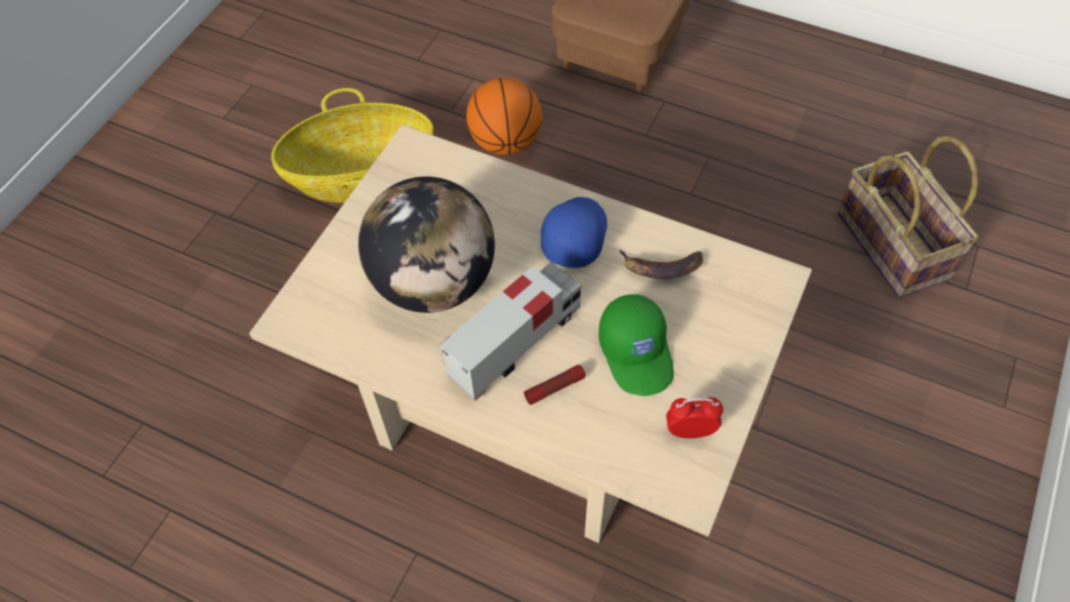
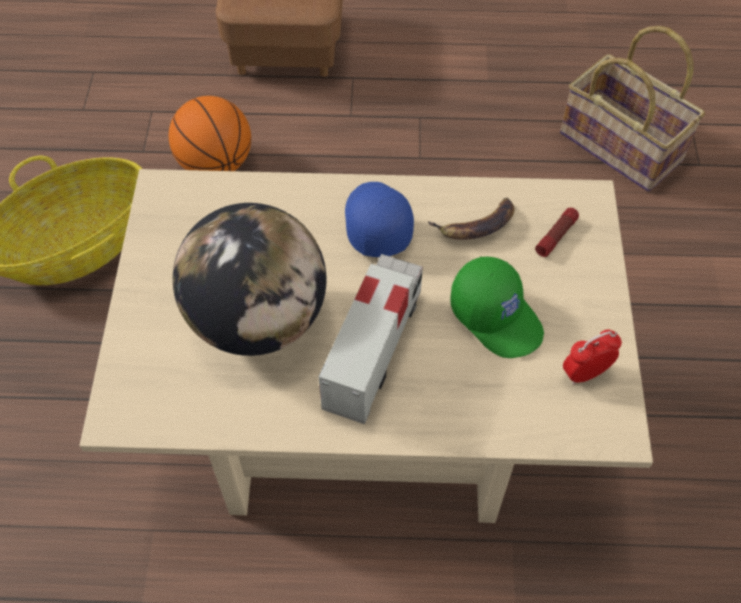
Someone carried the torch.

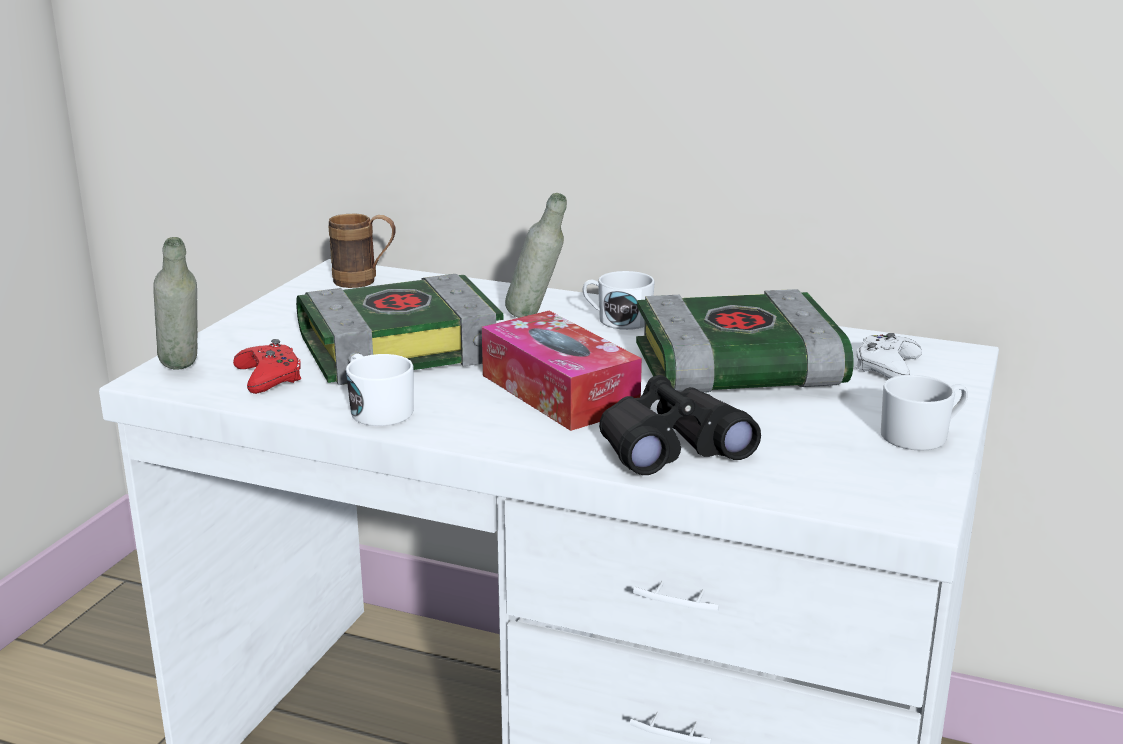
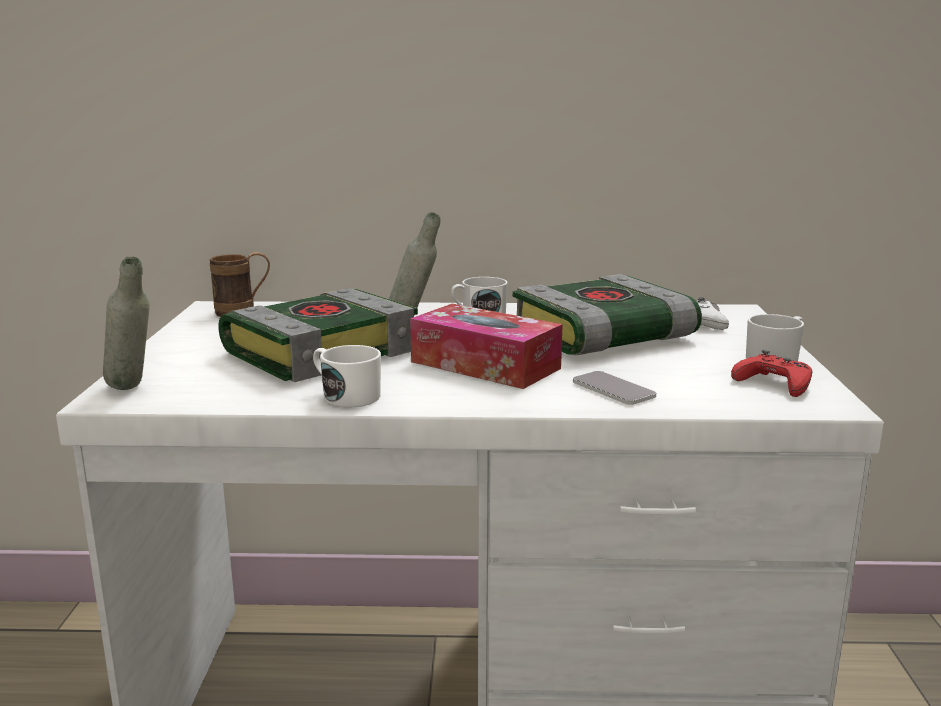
Someone carried the joypad (red-coloured). Someone swapped the pair of binoculars (blackish) for the handset.

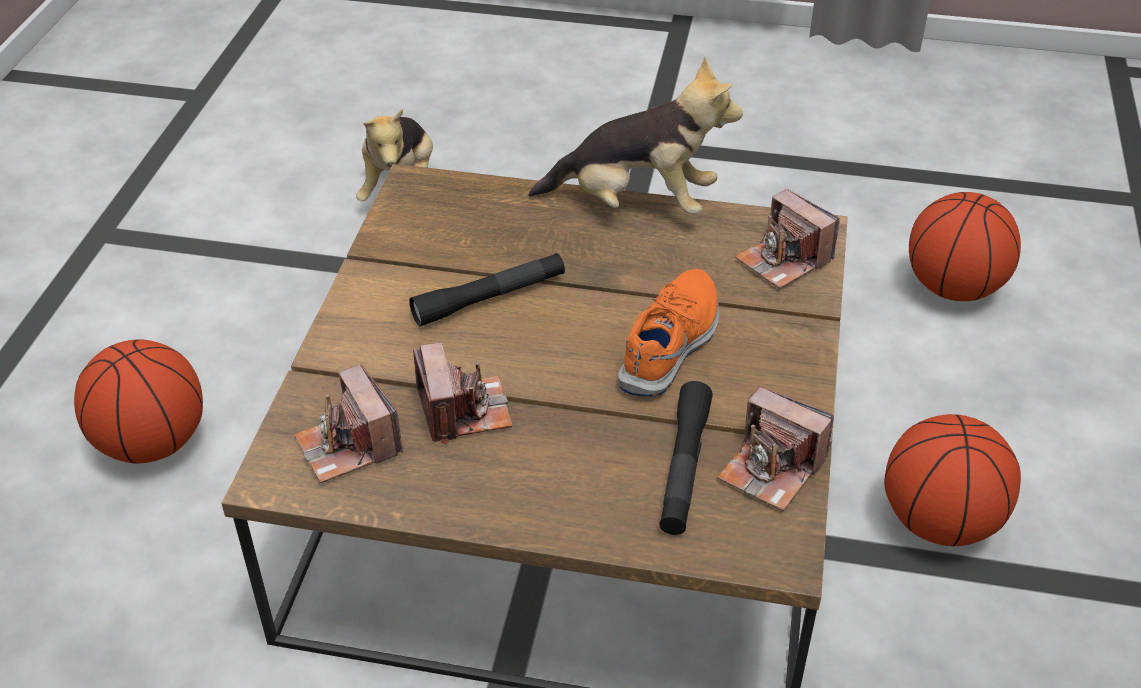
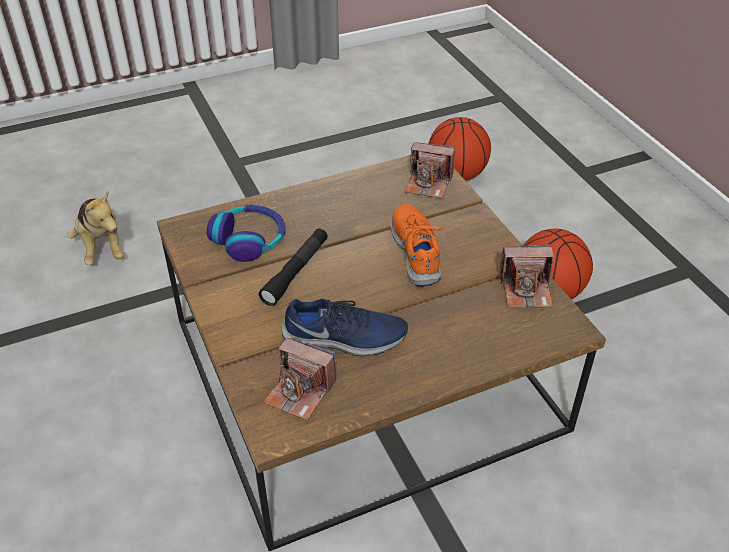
Someone took away the cuddly toy (2nd from left). Someone took away the basketball ball (1st from left). Someone swapped the photo camera (2nd from left) for the item of footwear (blue-coloured). Someone took away the torch (blackish) (2nd from left). Someone put down the pair of headphones.

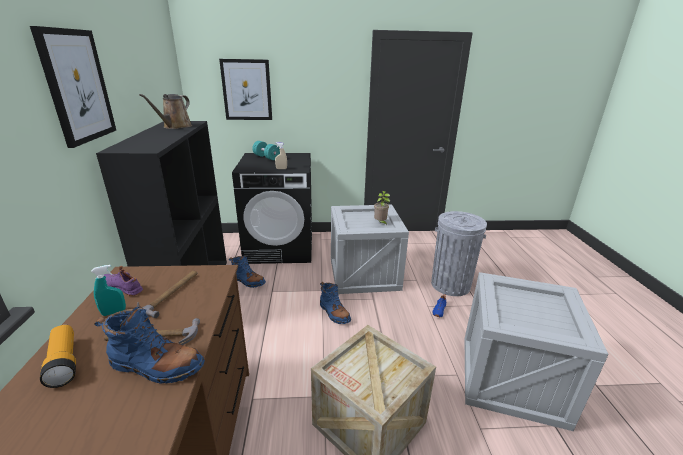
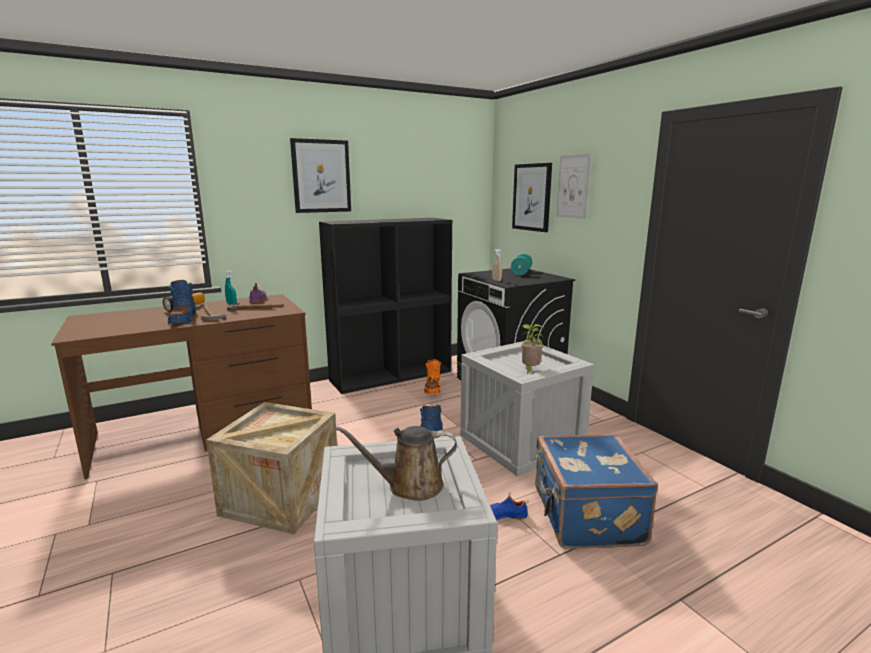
Someone carried the sprinkling can (brown-coloured). Someone swapped the trash can (greyish) for the piece of luggage (blue-coloured). Someone repainted the boot (blue-coloured) (2nd from left), which became the boot (orange). Someone put up the wall picture (3rd from left).

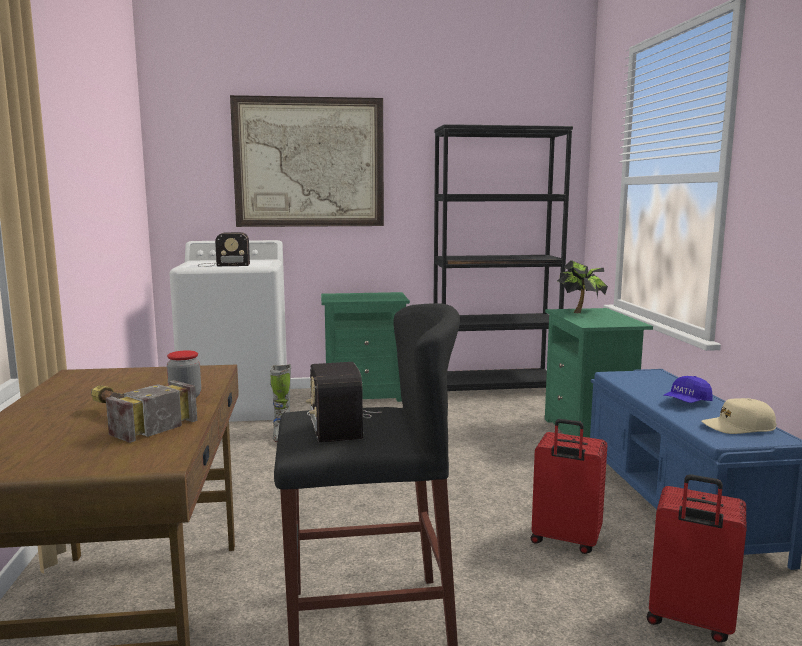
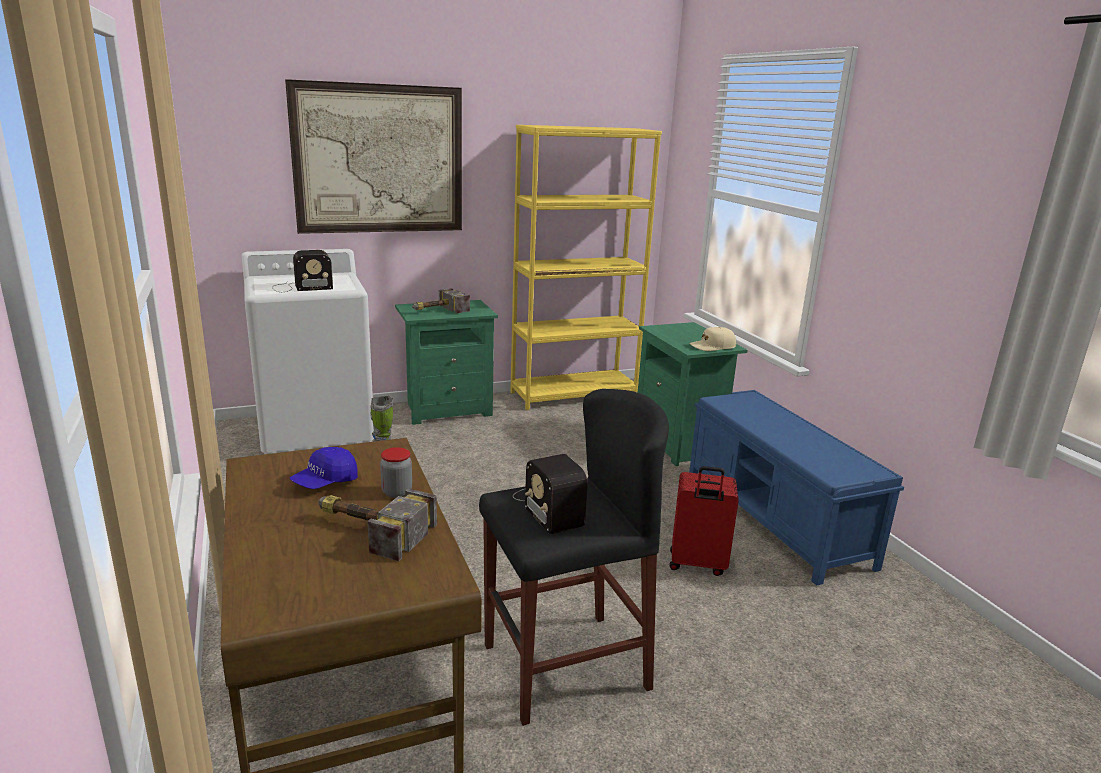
Someone repainted the bookshelf (blackish), which became the bookshelf (yellow). Someone took away the potted plant. Someone carried the peaked cap (blue-coloured). Someone carried the peaked cap (sand-coloured). Someone took away the piece of luggage (red-coloured) (2nd from left). Someone put down the hand hammer (2nd from left).

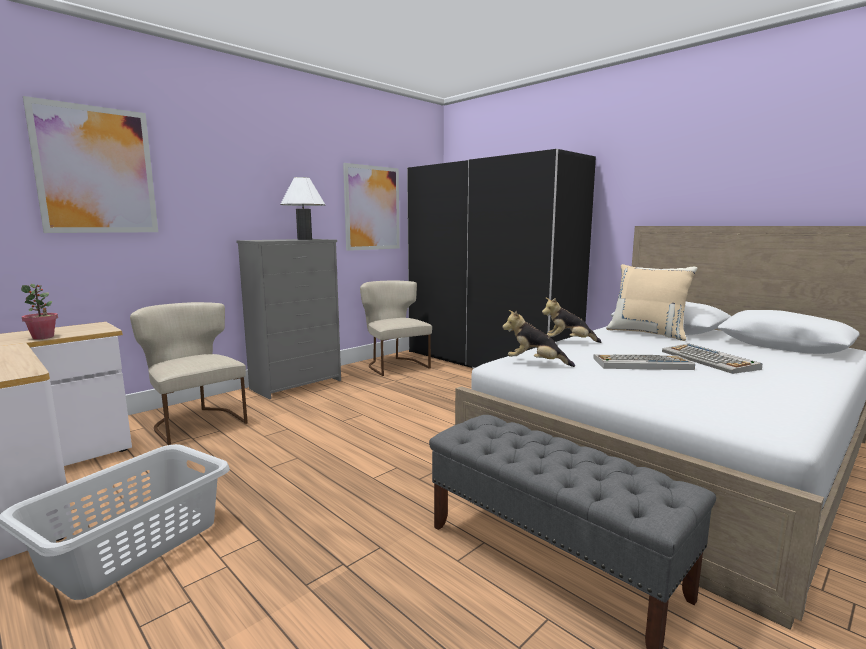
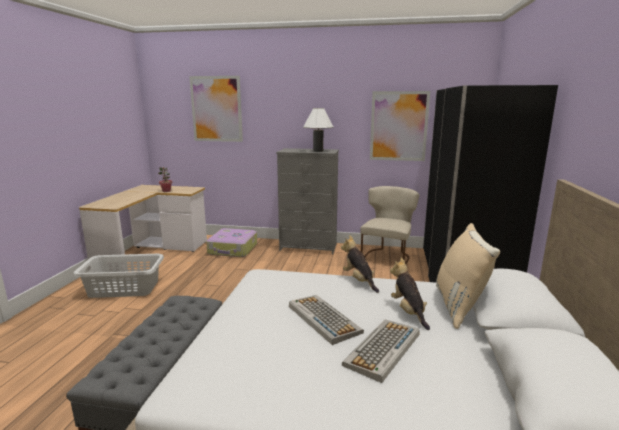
Someone swapped the plain chair (sand-coloured) (1st from left) for the piece of luggage. Someone carried the cuddly toy (1st from left in the first image).

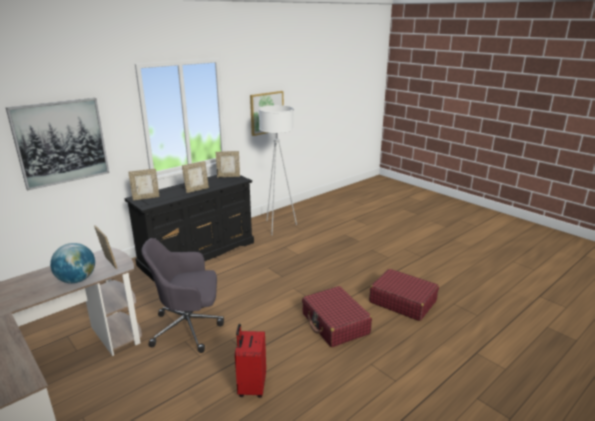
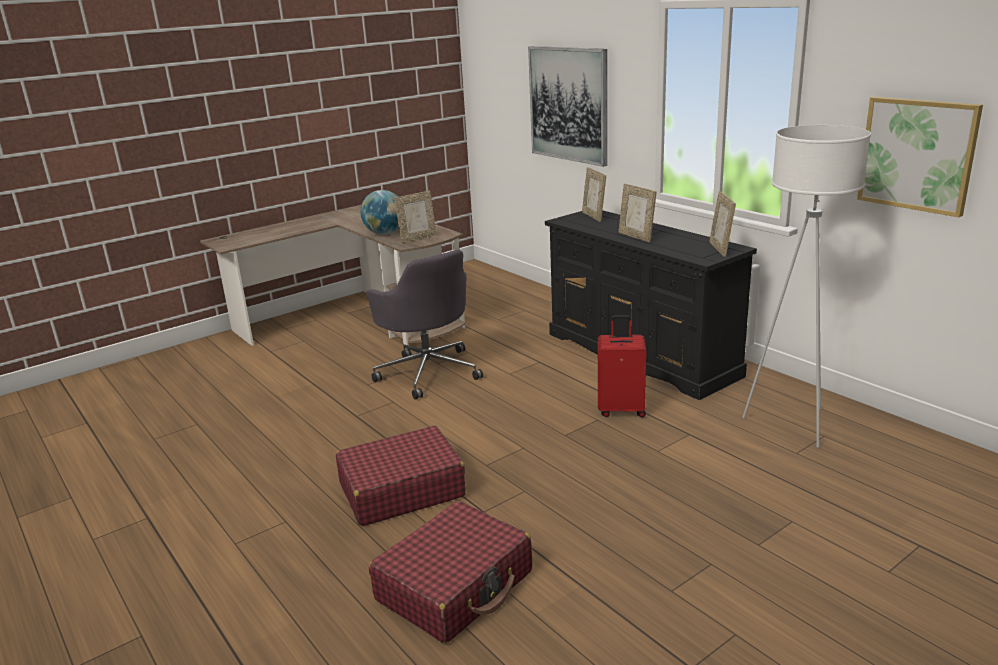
Someone rotated the desk chair (greyish) by 150 degrees clockwise. Someone carried the piece of luggage (red-coloured) (1st from left in the first image).

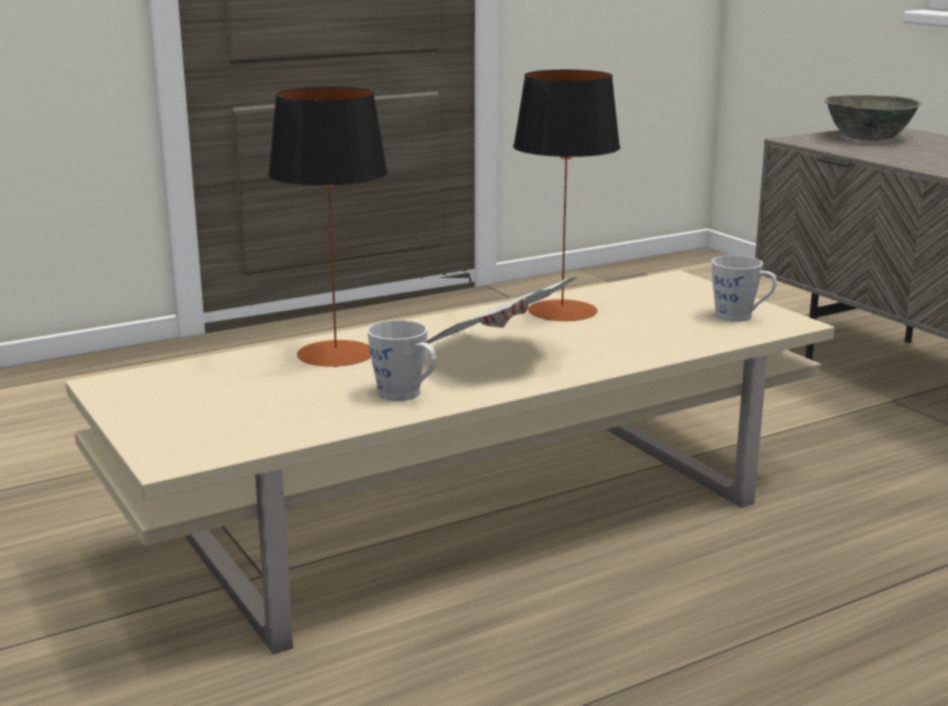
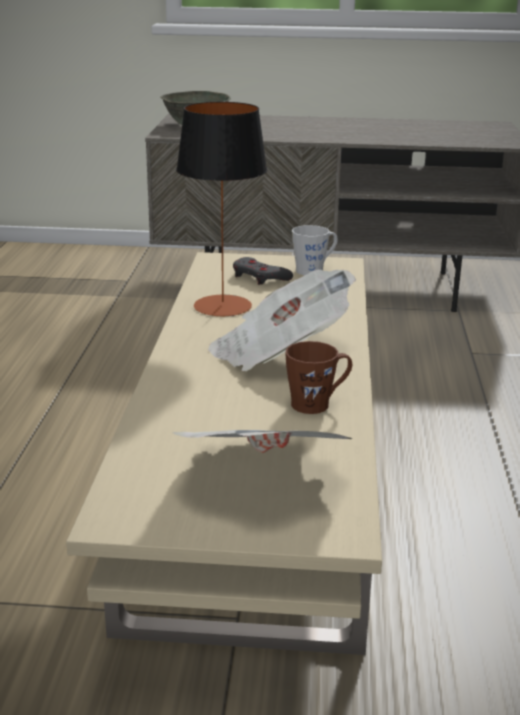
Someone took away the tabletop lamp (1st from left). Someone repainted the tea mug (greyish) (1st from left), which became the tea mug (brown-coloured). Someone put down the joypad (greyish). Someone put down the newspaper (1st from left).

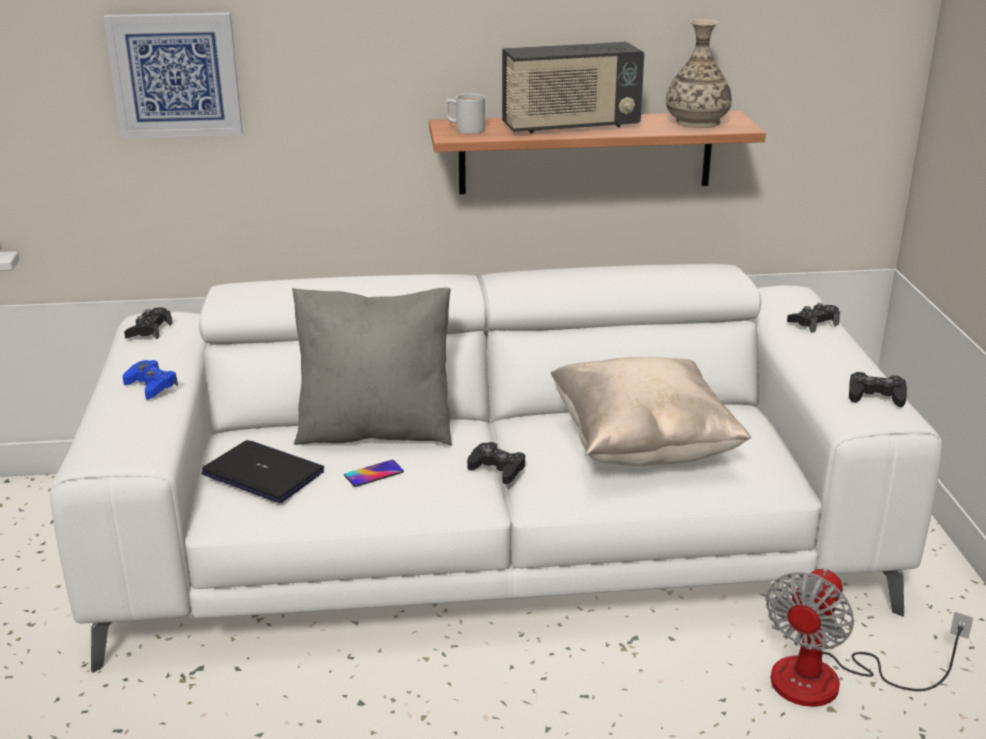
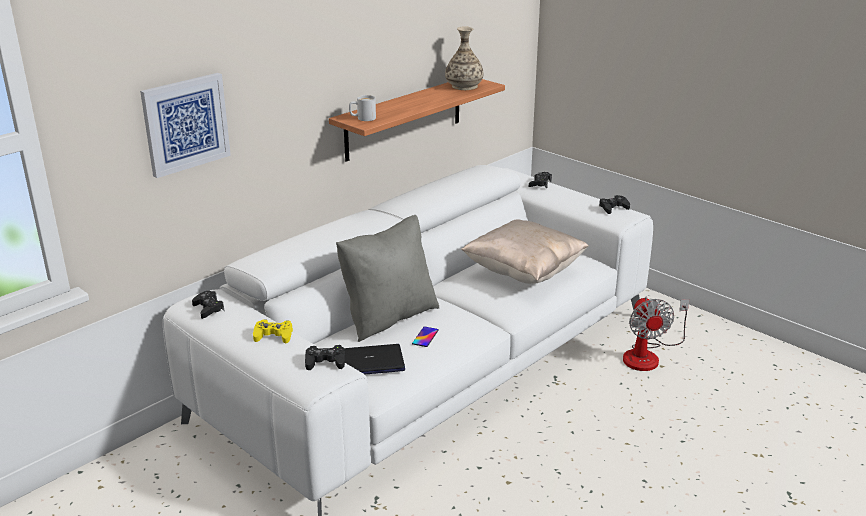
Someone took away the radio set. Someone repainted the joypad (blue-coloured), which became the joypad (yellow). Someone carried the joypad (blackish) (2nd from left).

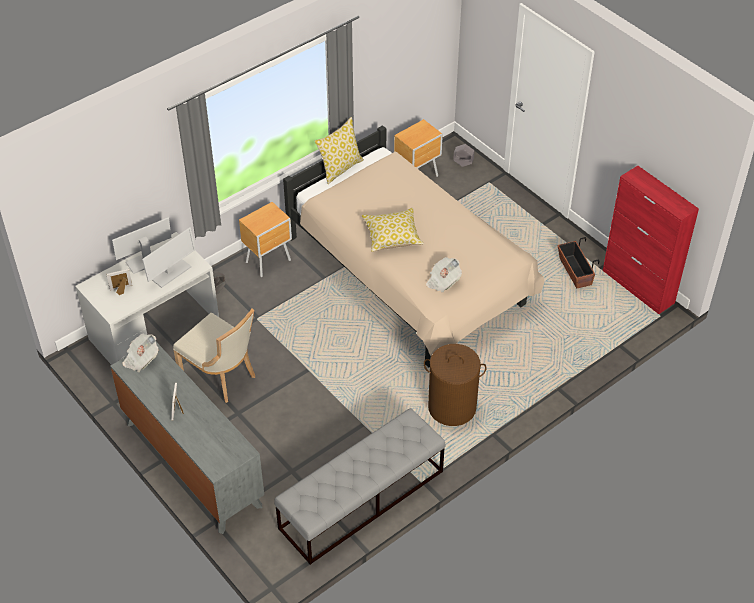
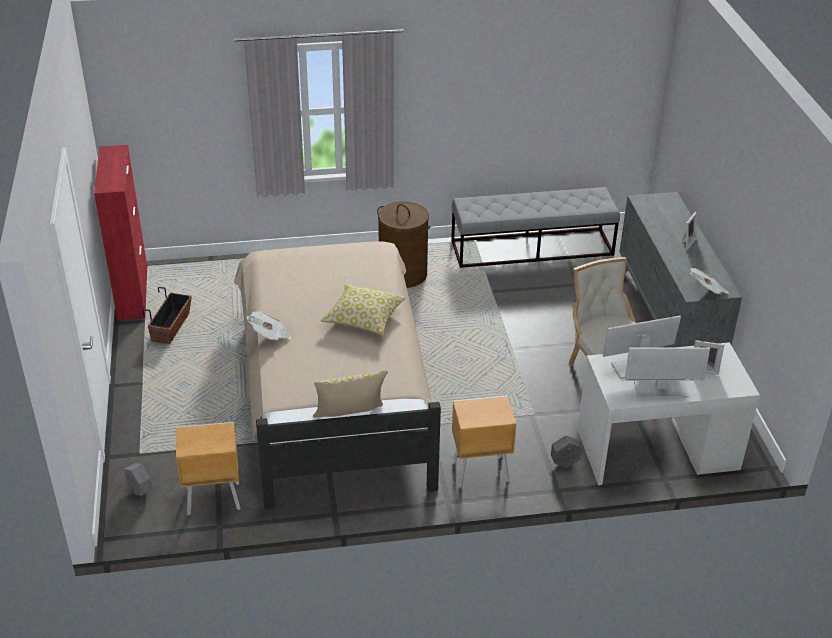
Someone carried the newspaper (2nd from left in the first image).

